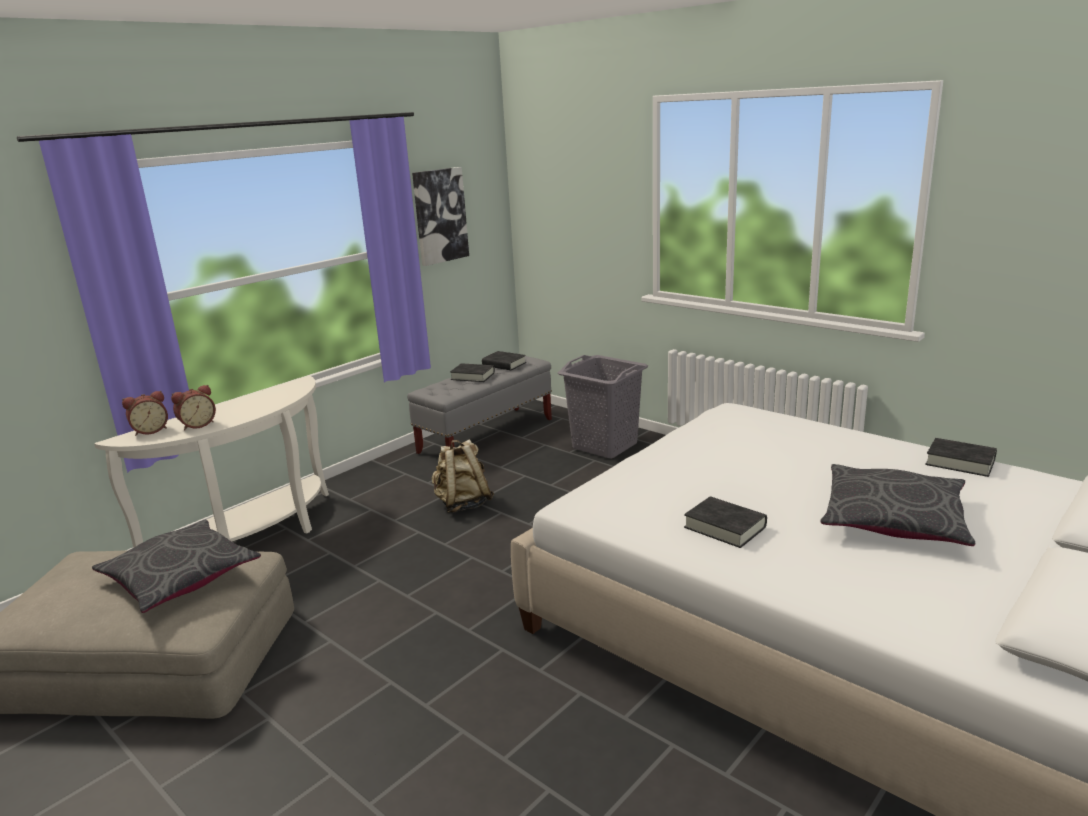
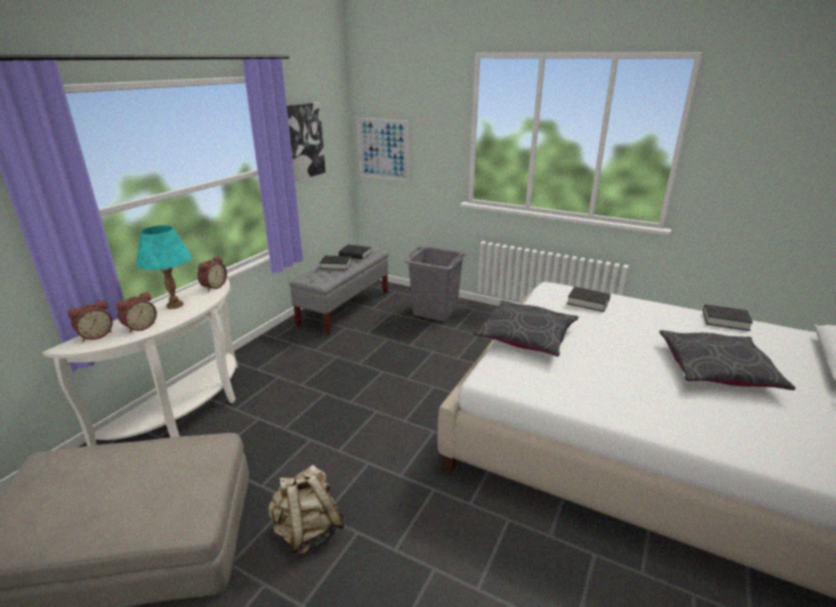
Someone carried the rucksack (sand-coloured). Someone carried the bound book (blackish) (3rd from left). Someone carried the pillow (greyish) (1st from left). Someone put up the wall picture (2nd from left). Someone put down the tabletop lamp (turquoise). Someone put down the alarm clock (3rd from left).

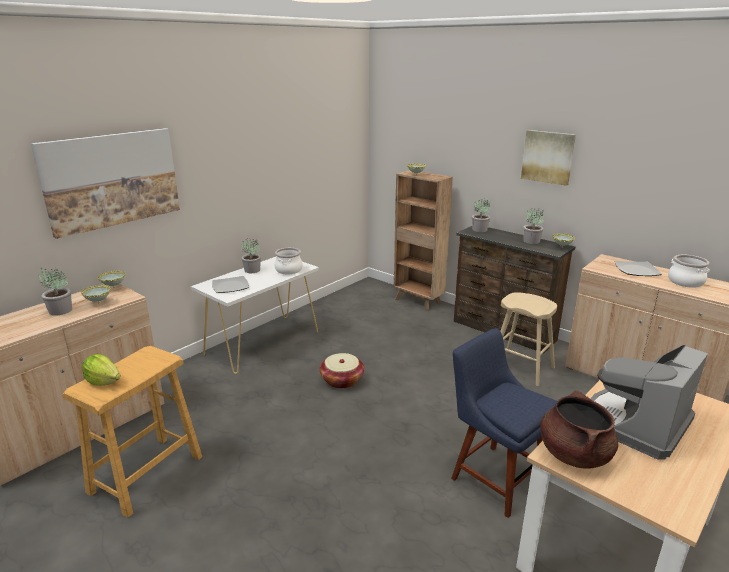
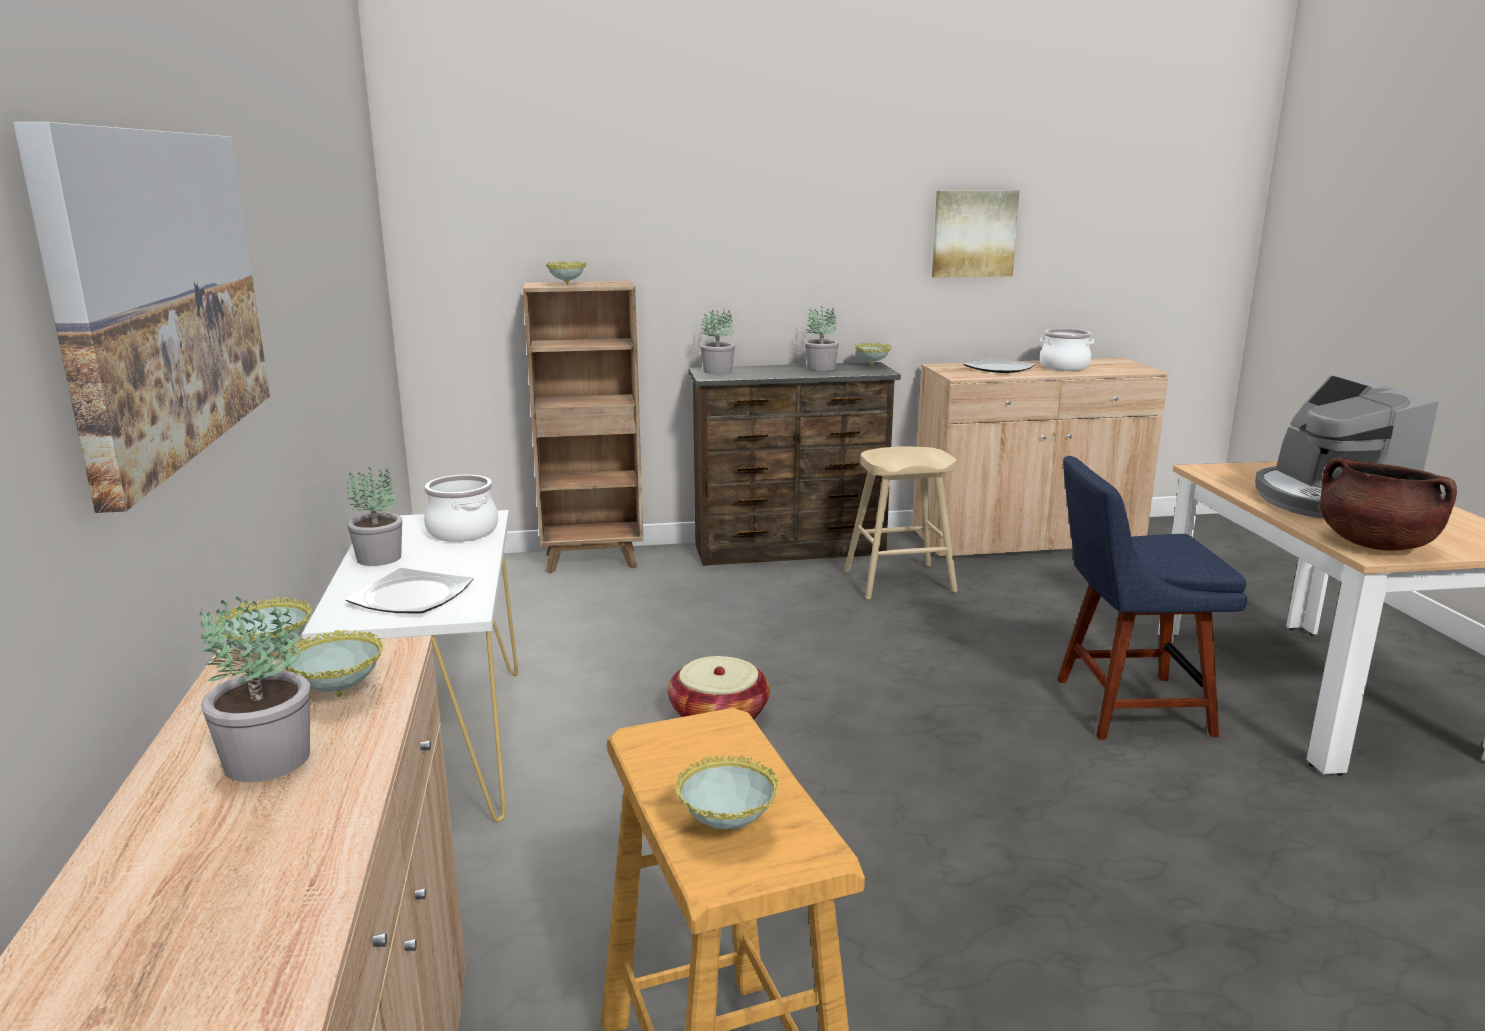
Someone carried the wall picture (2nd from left). Someone swapped the lettuce head for the deep dish (4th from left).

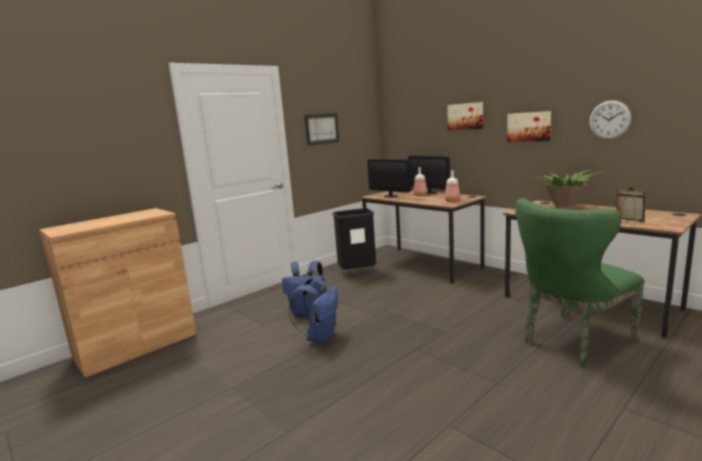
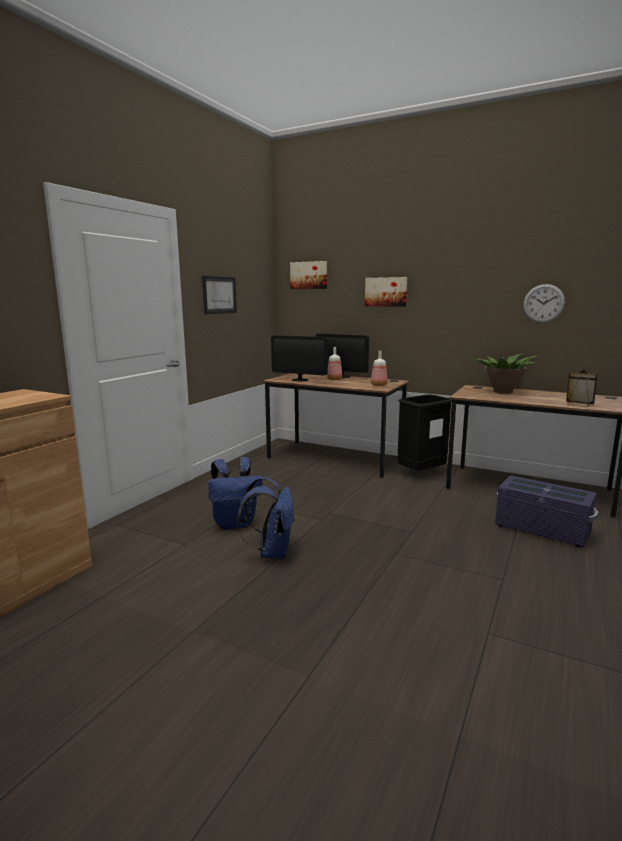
Someone carried the wall picture (3rd from left in the first image). Someone swapped the plain chair (greenish) for the storage box (purple-coloured). Someone carried the trash can (blackish).

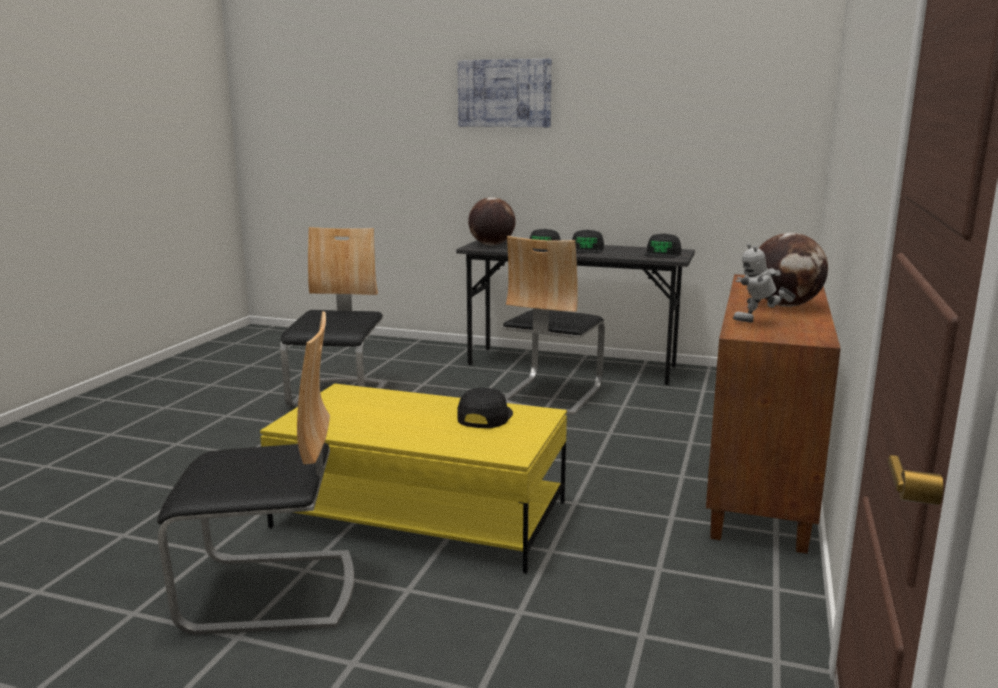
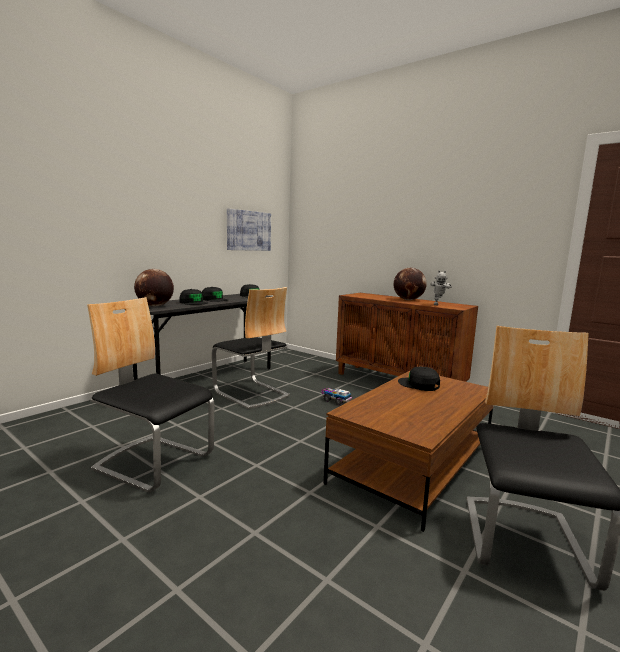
Someone carried the wall picture. Someone repainted the lounge table (yellow), which became the lounge table (brown-coloured). Someone put down the model truck.

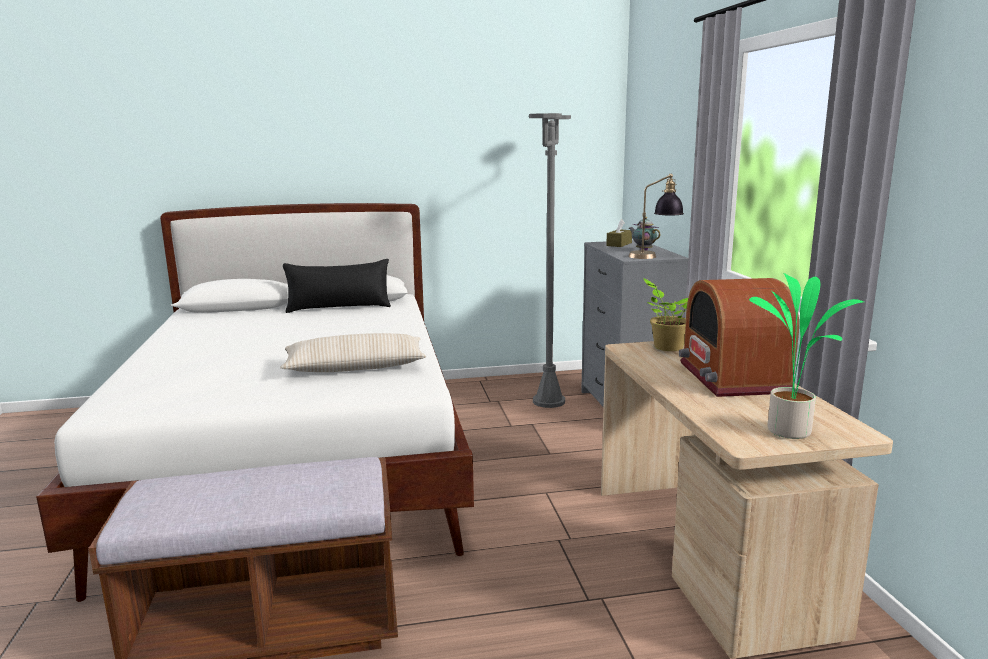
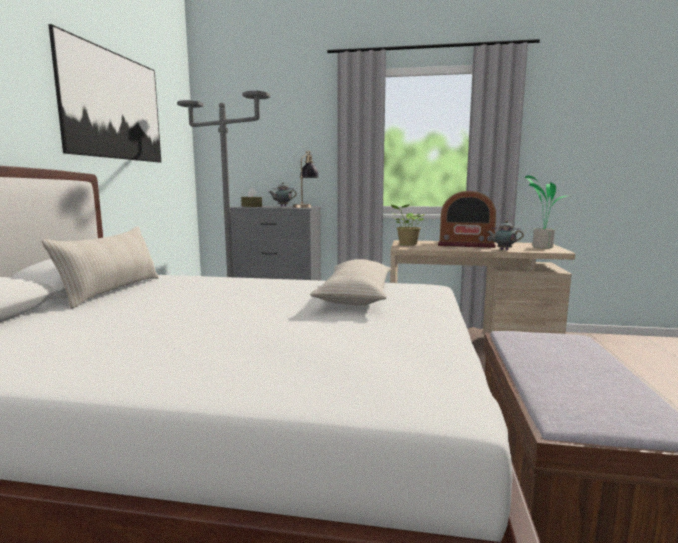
Someone repainted the pillow (blackish), which became the pillow (sand-coloured) (1st from left). Someone put up the wall picture. Someone put down the teapot (2nd from left).

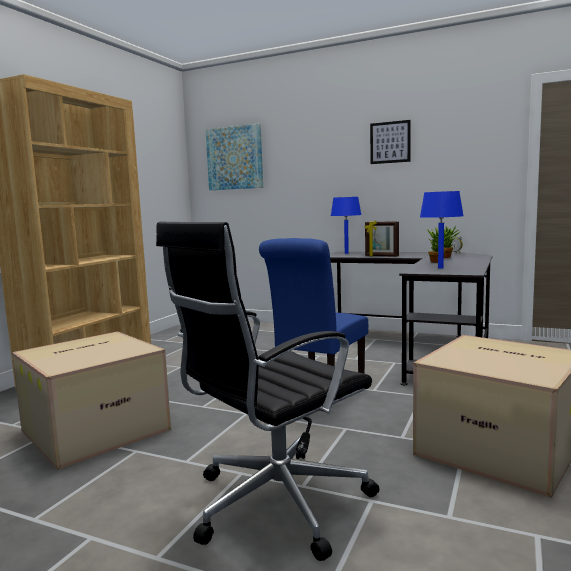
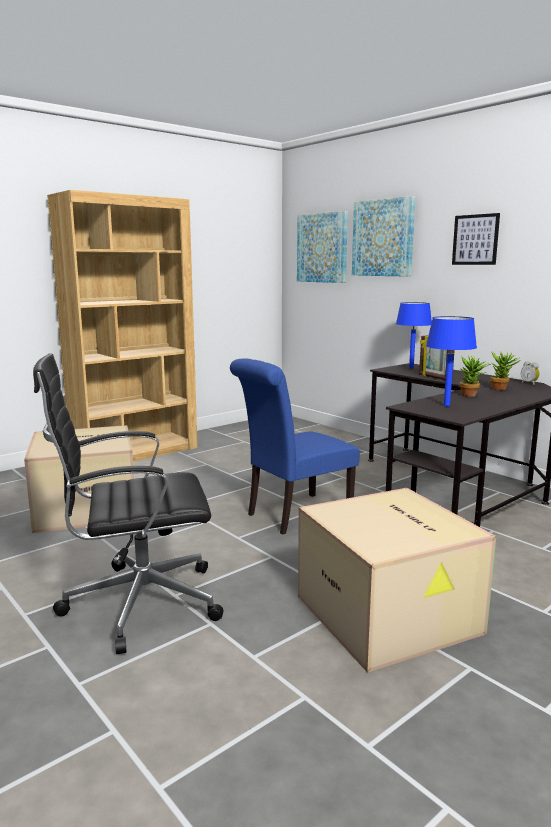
Someone put up the wall picture (2nd from left).

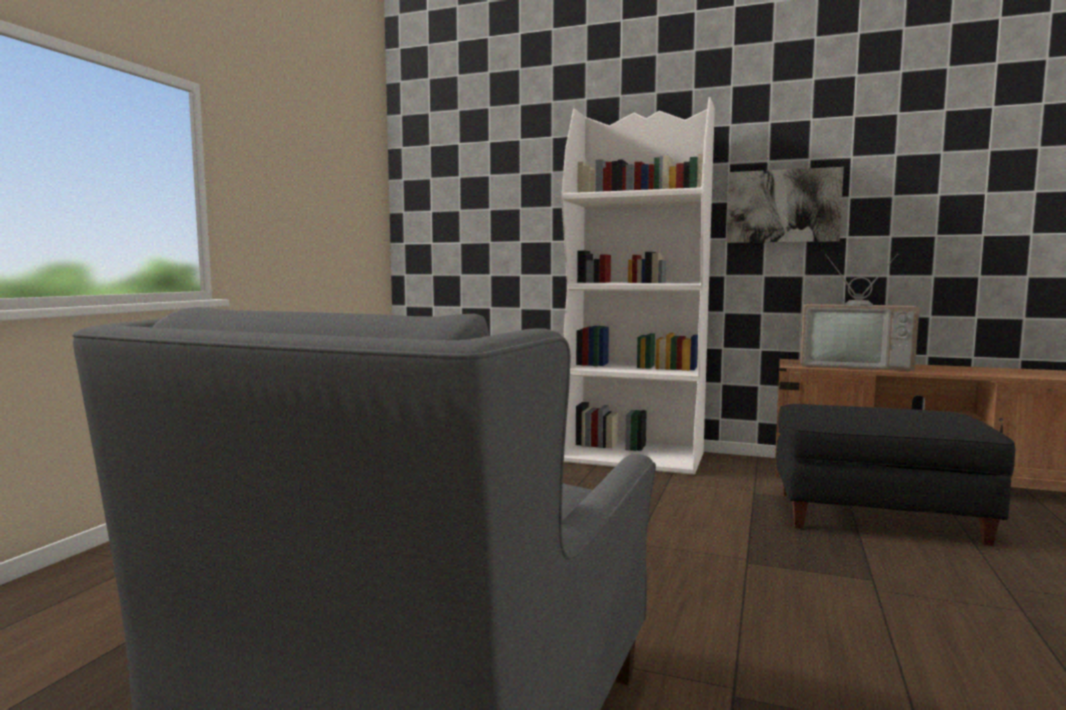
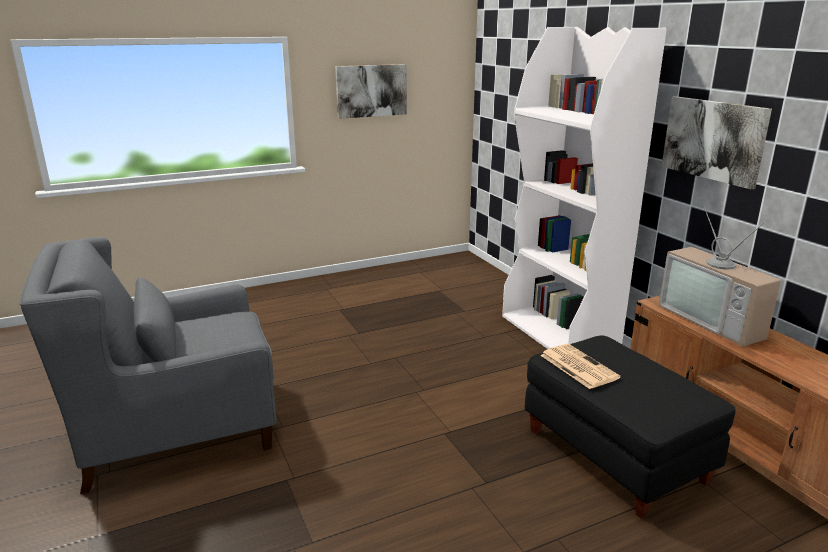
Someone put up the wall picture (1st from left). Someone put down the newspaper.

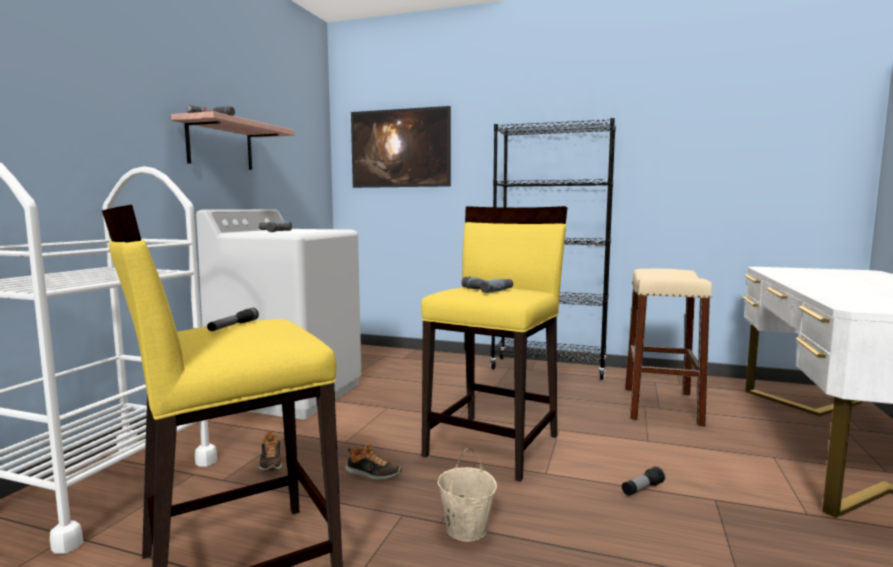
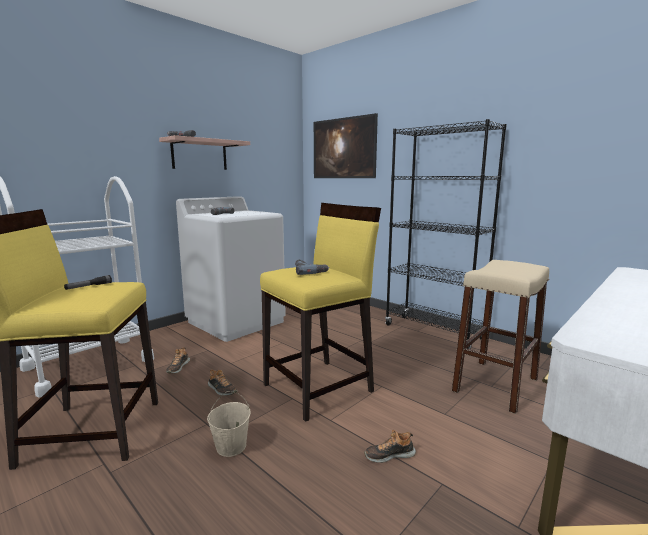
Someone swapped the torch (2nd from left) for the item of footwear (3rd from left).

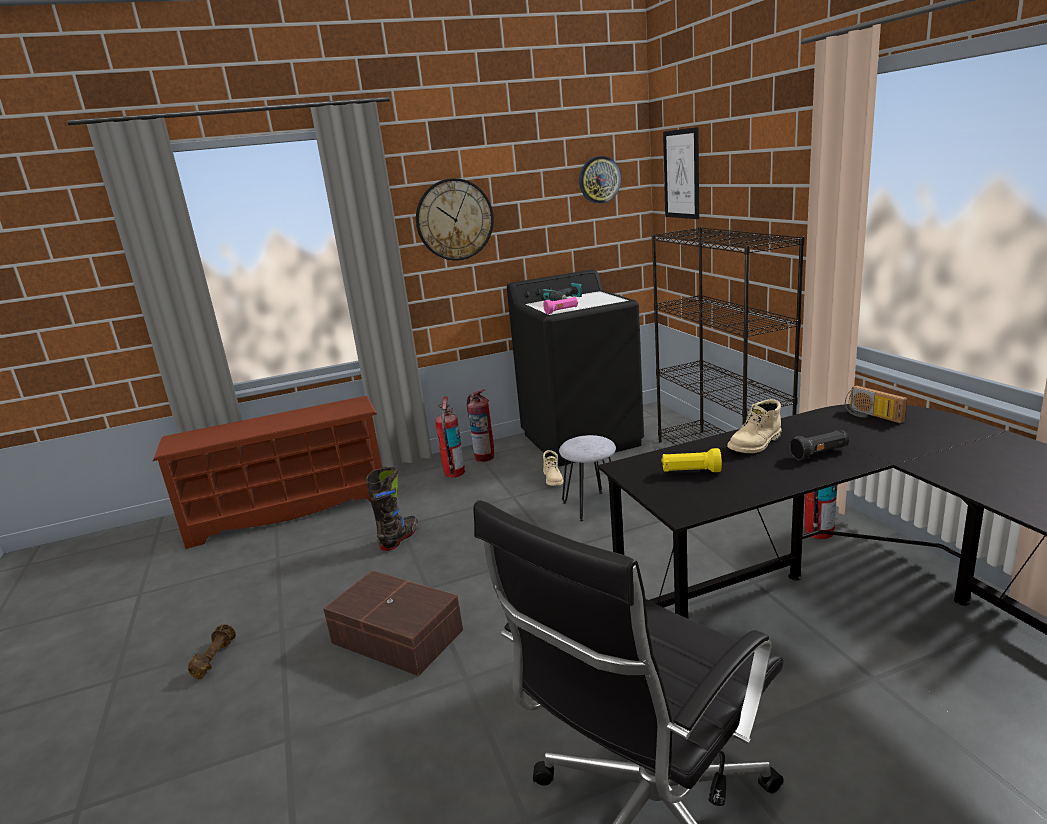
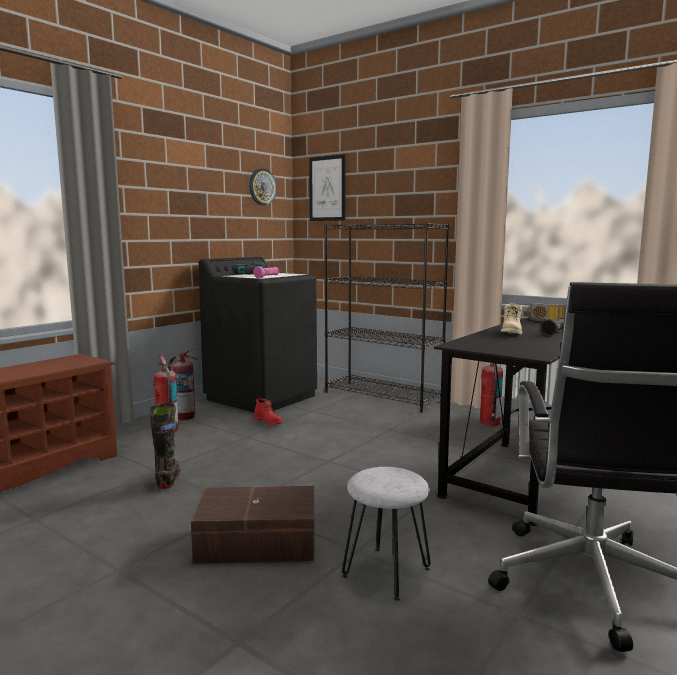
Someone took away the wall clock (1st from left). Someone carried the stool seat (greyish). Someone took away the torch (yellow). Someone repainted the boot (sand-coloured) (1st from left), which became the boot (red-coloured). Someone took away the dumbbell (brown-coloured).

